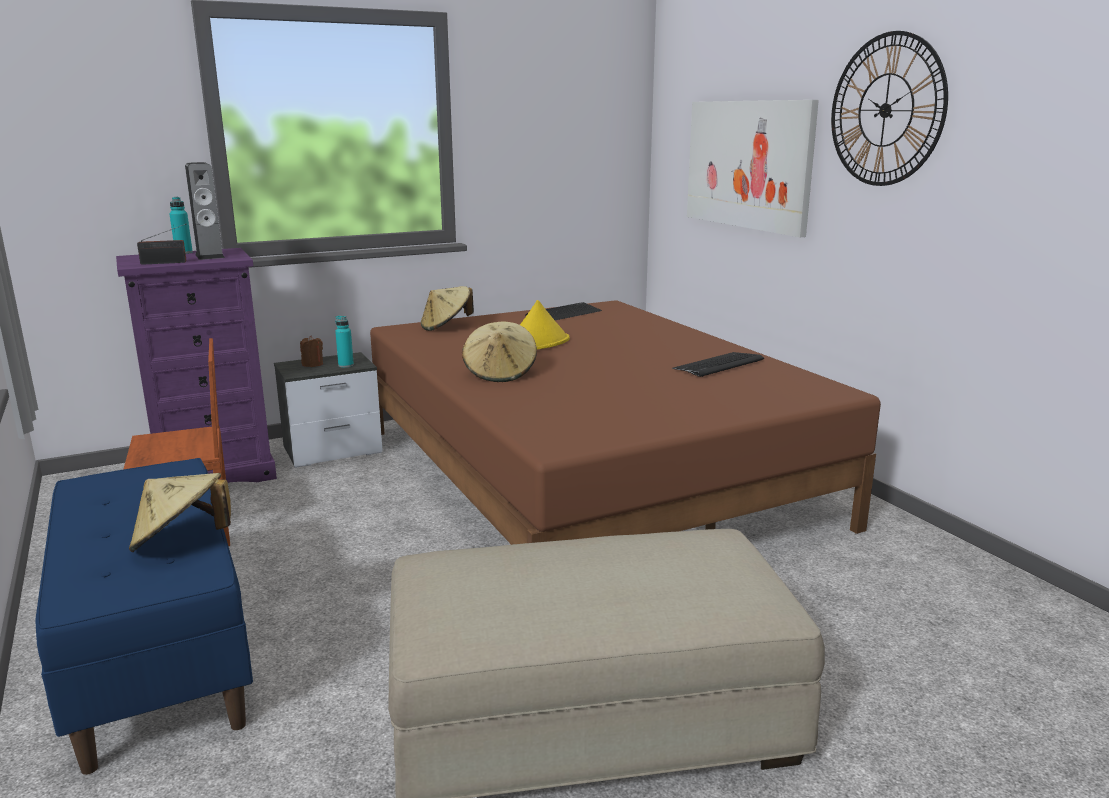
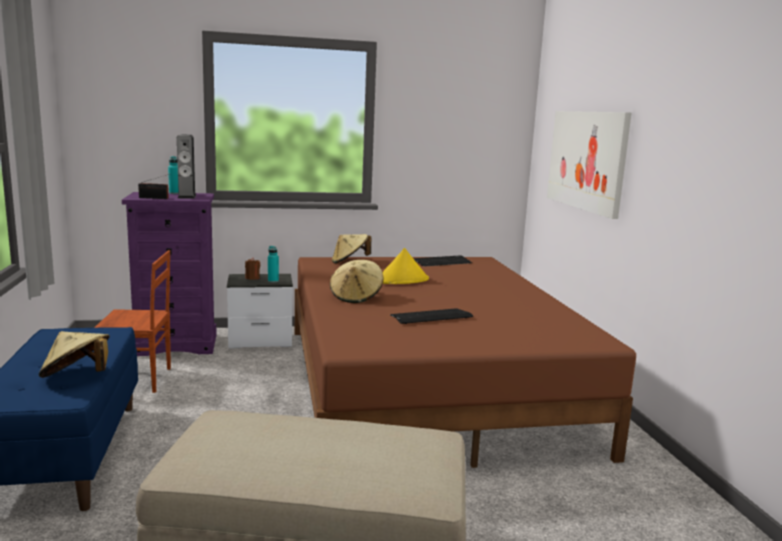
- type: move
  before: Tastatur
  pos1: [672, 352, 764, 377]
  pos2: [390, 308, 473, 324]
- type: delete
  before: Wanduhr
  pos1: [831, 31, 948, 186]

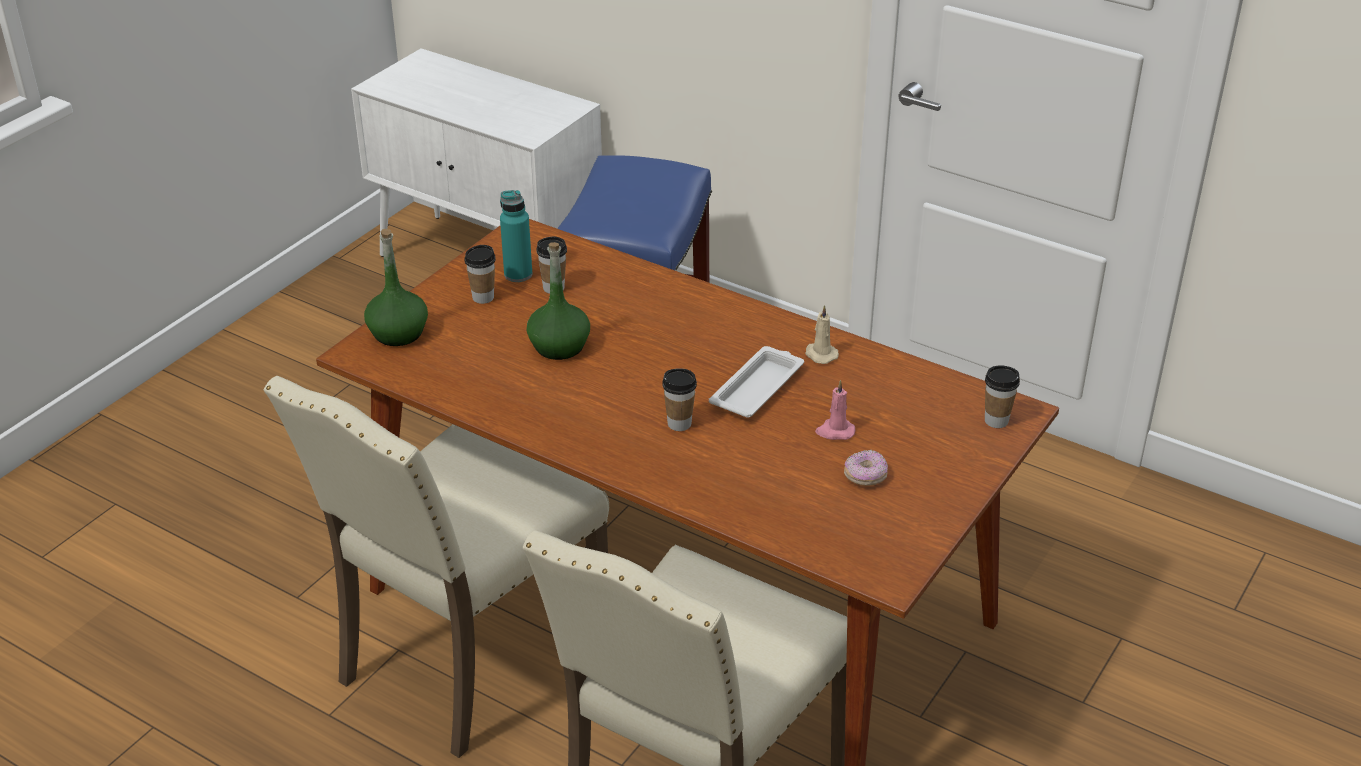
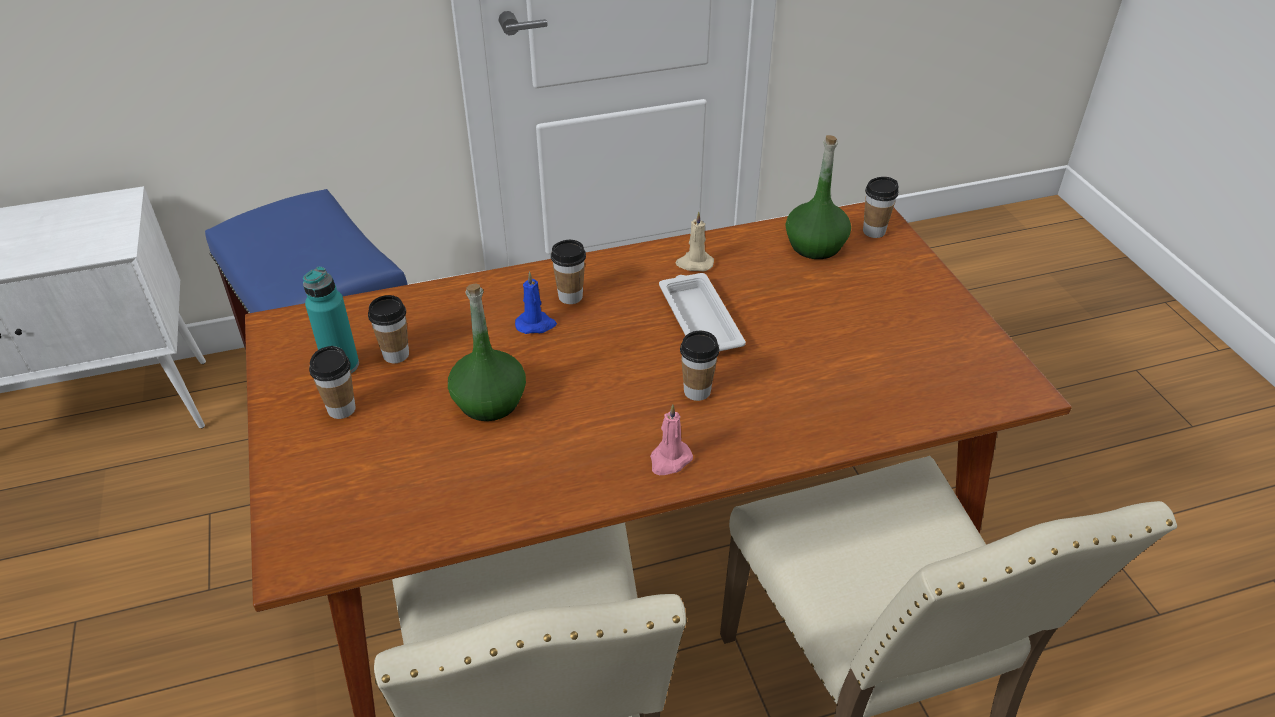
- type: insert
  after: Kerze/blau
  pos2: [515, 271, 557, 334]
- type: insert
  after: Tasse
  pos2: [551, 240, 586, 304]
- type: move
  before: Kerze/rosa
  pos1: [815, 380, 855, 440]
  pos2: [650, 404, 693, 475]
- type: move
  before: Flasche/grün
  pos1: [364, 229, 428, 346]
  pos2: [786, 135, 851, 259]
- type: delete
  before: Donut
  pos1: [844, 450, 888, 486]

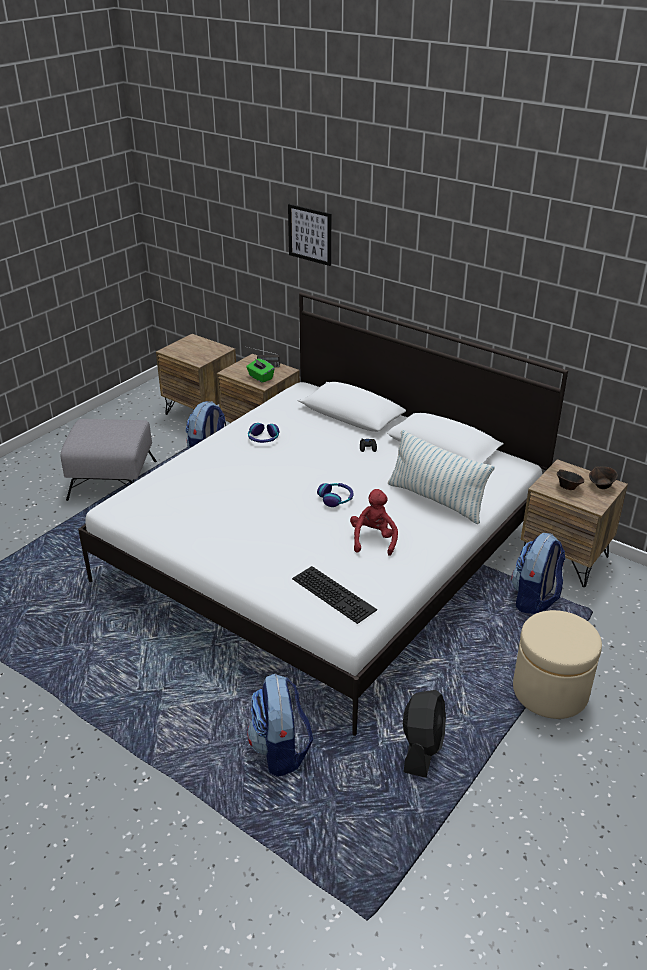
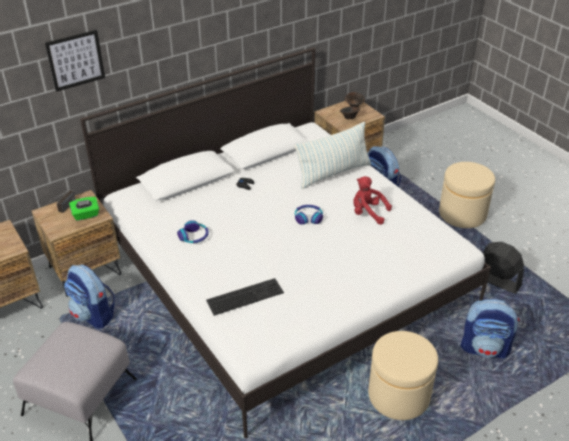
- type: move
  before: Tastatur
  pos1: [292, 566, 377, 624]
  pos2: [206, 278, 284, 316]
- type: insert
  after: Polsterhocker/beige
  pos2: [368, 331, 438, 420]

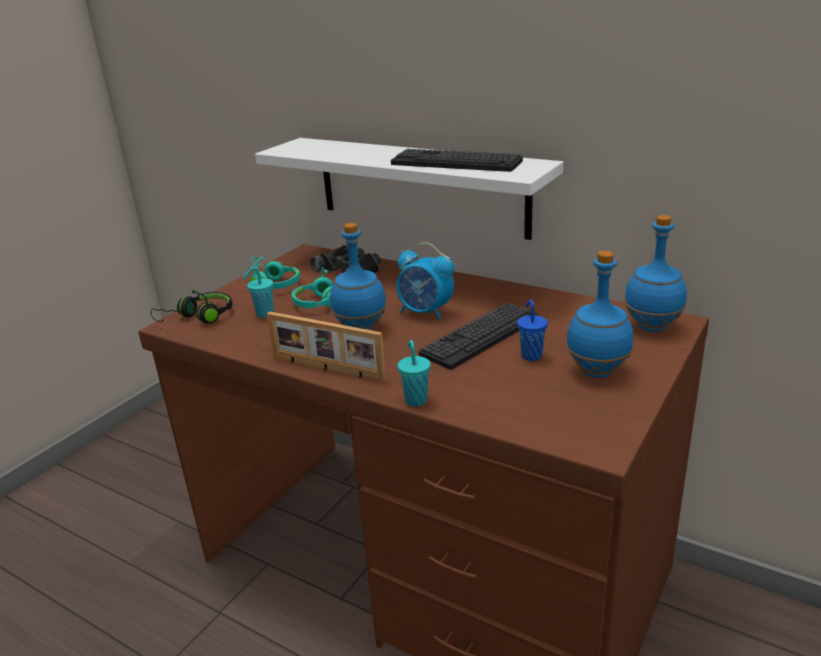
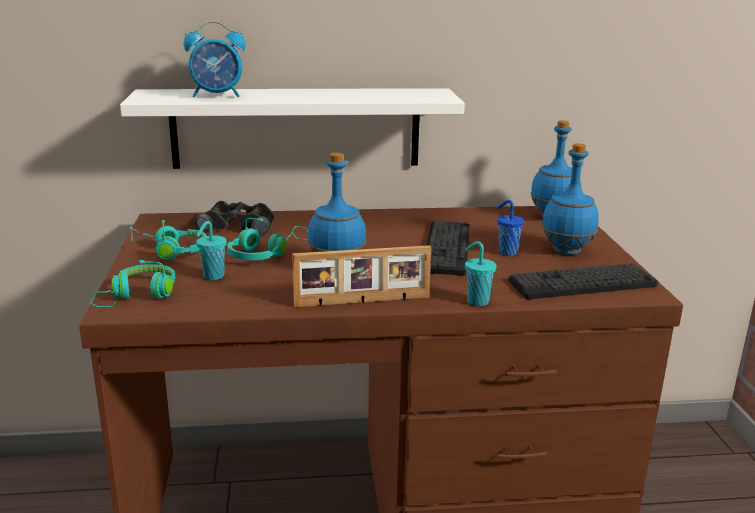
- type: recolor
  before: Kopfhörer/schwarz
  after: Kopfhörer/türkis
  pos1: [151, 290, 233, 324]
  pos2: [91, 260, 176, 307]
- type: move
  before: Wecker
  pos1: [396, 242, 454, 320]
  pos2: [183, 21, 246, 98]
- type: move
  before: Tastatur
  pos1: [391, 149, 523, 172]
  pos2: [508, 263, 658, 299]

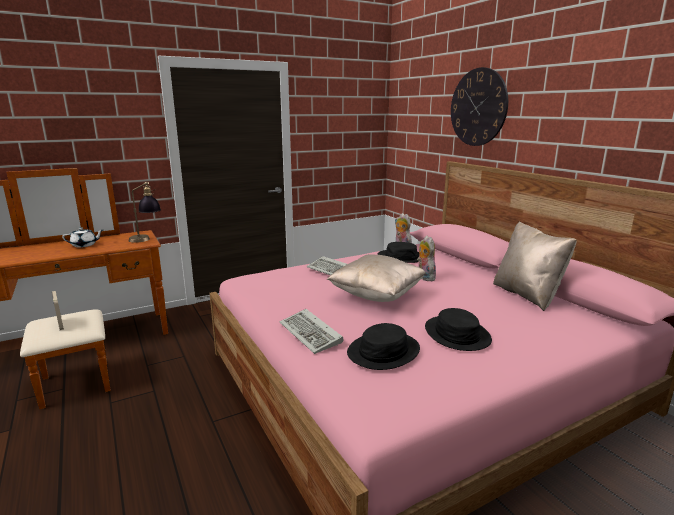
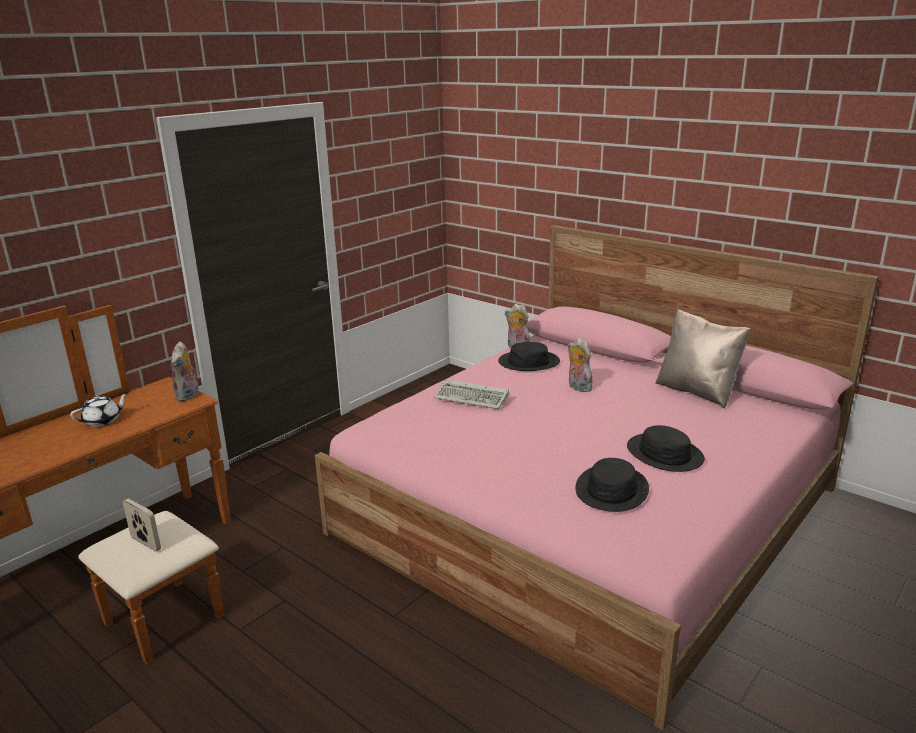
- type: replace
  before: Tischlampe
  after: Plüschtier
  pos1: [129, 182, 161, 243]
  pos2: [170, 341, 198, 401]
- type: delete
  before: Tastatur
  pos1: [280, 309, 343, 354]
- type: delete
  before: Kissen/beige
  pos1: [327, 254, 426, 302]
- type: delete
  before: Wanduhr
  pos1: [451, 67, 508, 146]

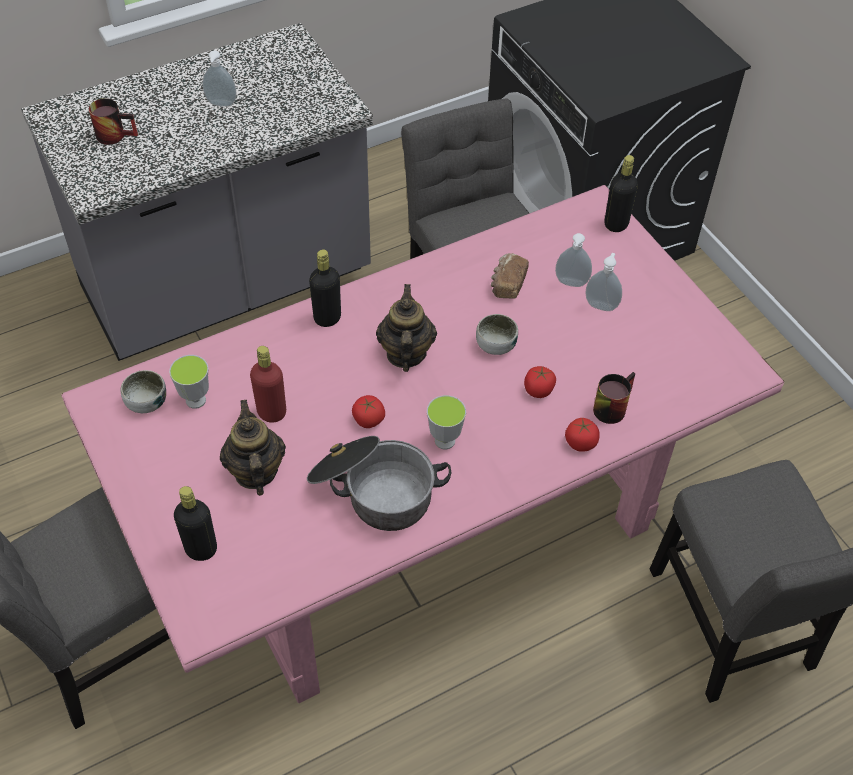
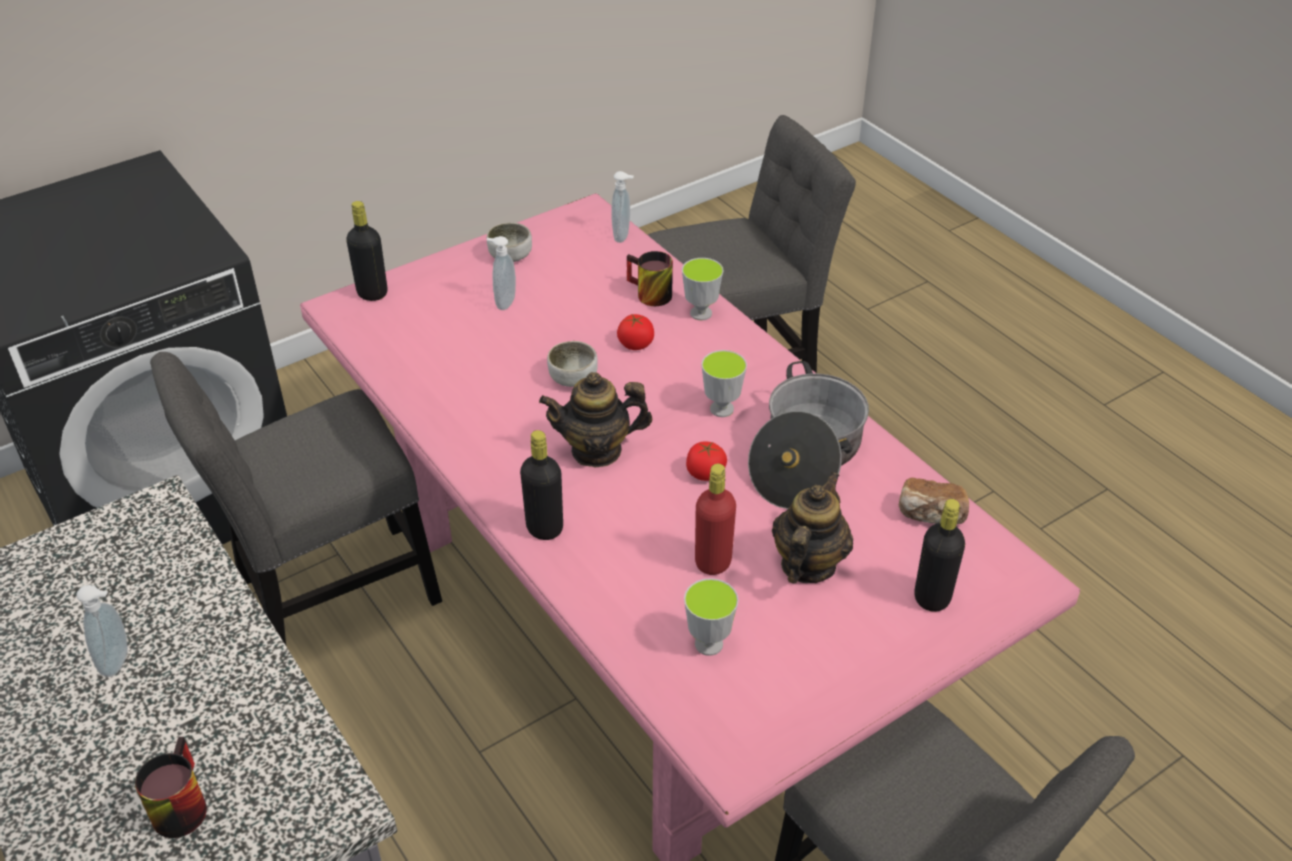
- type: move
  before: Schüssel
  pos1: [121, 370, 166, 413]
  pos2: [487, 223, 532, 262]
- type: move
  before: Seifenspender
  pos1: [555, 233, 592, 287]
  pos2: [612, 171, 634, 243]
- type: replace
  before: Tomate
  after: Tasse
  pos1: [565, 418, 600, 452]
  pos2: [682, 258, 724, 320]
- type: rotate
  before: Teekanne
  pos1: [220, 400, 286, 496]
  pos2: [772, 472, 853, 583]
  turn: 135
- type: move
  before: Brot
  pos1: [491, 253, 529, 298]
  pos2: [899, 478, 969, 524]

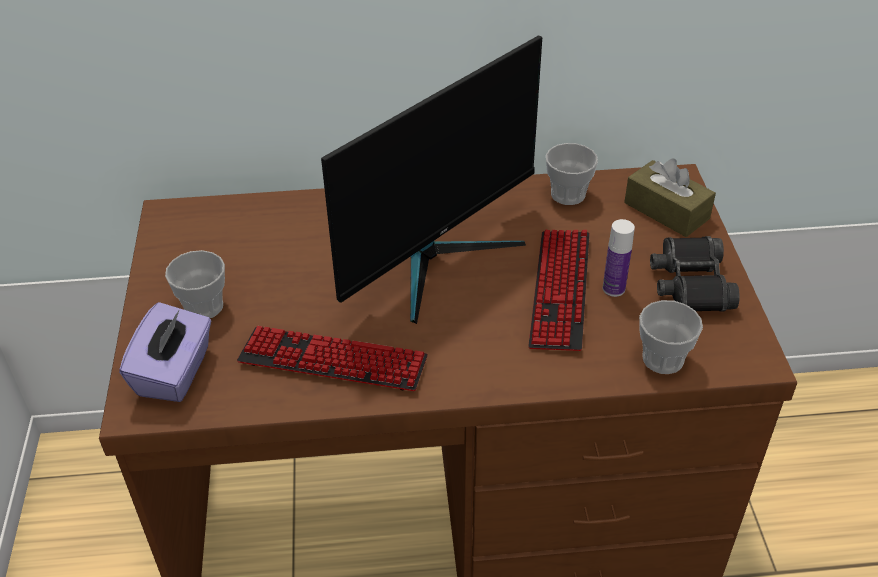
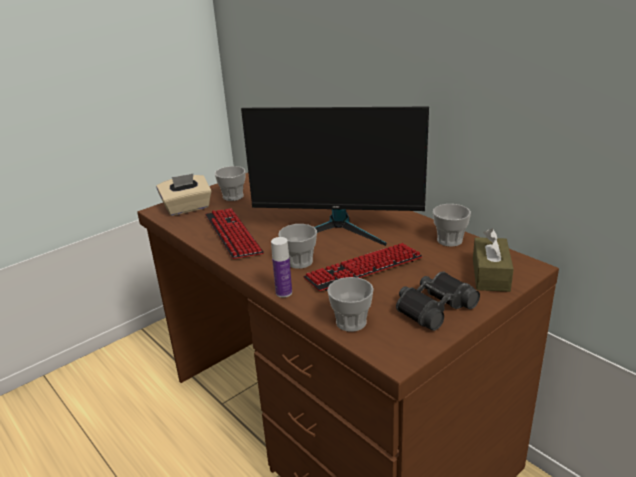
- type: recolor
  before: Taschentuchbox/lila
  after: Taschentuchbox/beige
  pos1: [119, 302, 211, 402]
  pos2: [156, 174, 212, 216]
- type: move
  before: Flasche
  pos1: [603, 219, 635, 297]
  pos2: [271, 237, 292, 298]
- type: insert
  after: Tasse
  pos2: [278, 224, 317, 269]

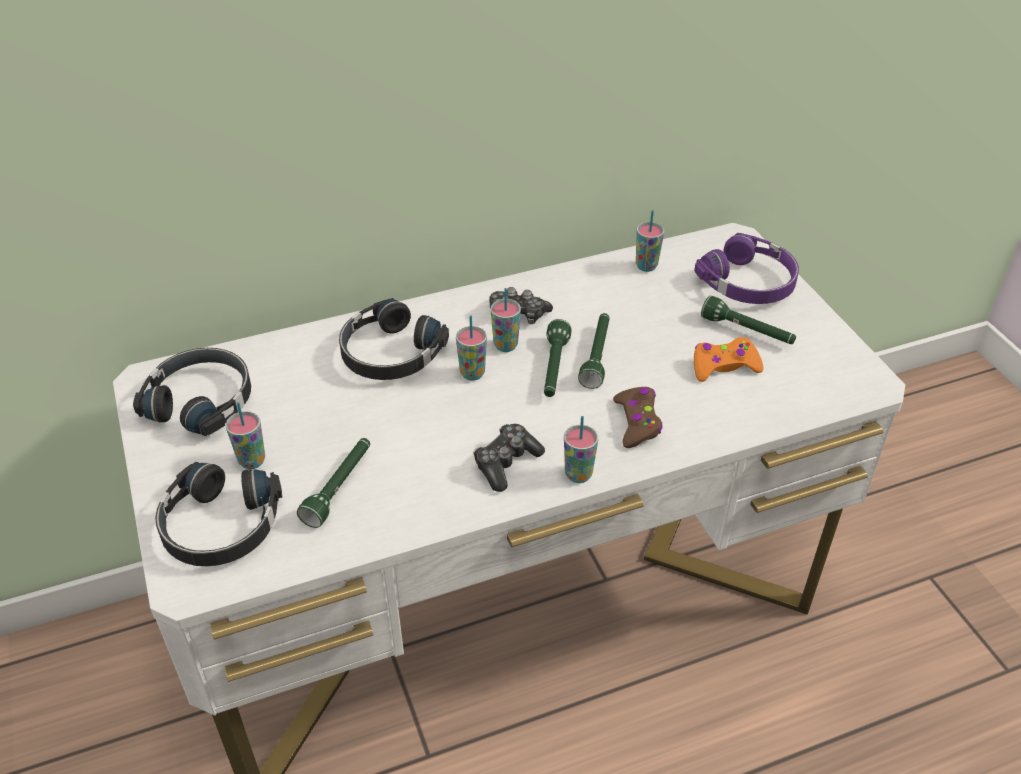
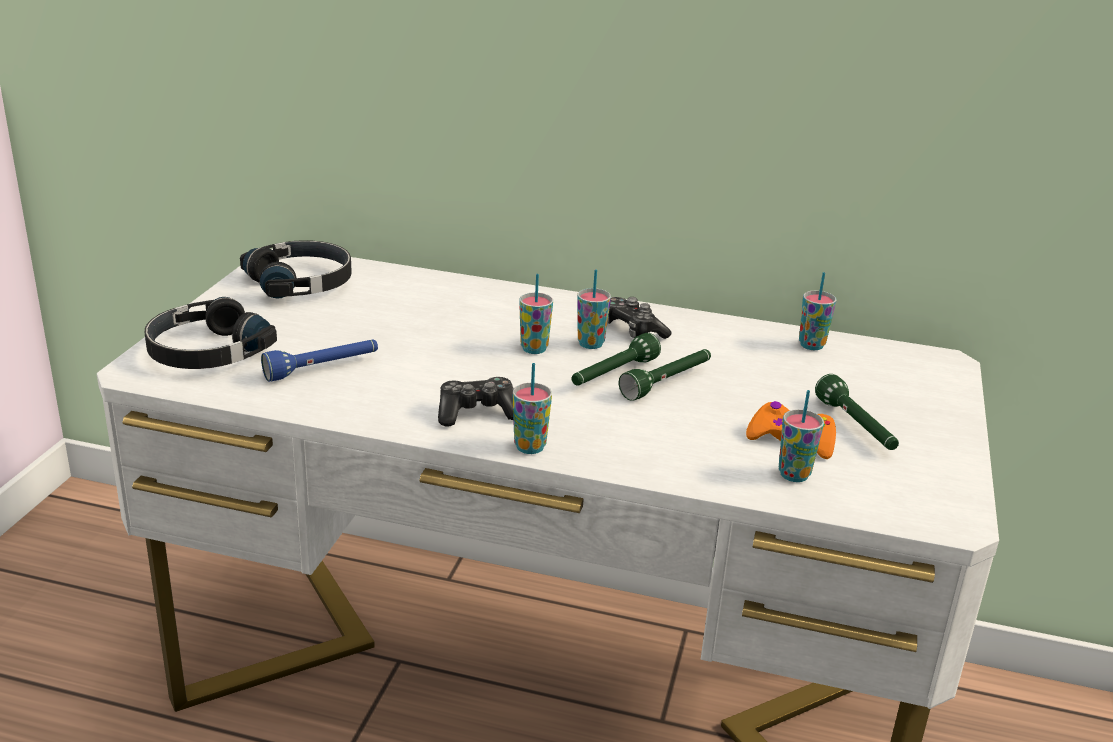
- type: recolor
  before: Taschenlampe/grün
  after: Taschenlampe/blau
  pos1: [297, 438, 370, 528]
  pos2: [261, 340, 378, 382]
- type: move
  before: Tasse
  pos1: [226, 402, 265, 469]
  pos2: [779, 390, 824, 482]
- type: delete
  before: Kopfhörer/schwarz
  pos1: [339, 298, 449, 380]
- type: delete
  before: Gamepad/braun
  pos1: [613, 387, 663, 448]
- type: delete
  before: Kopfhörer/lila
  pos1: [694, 233, 799, 304]

